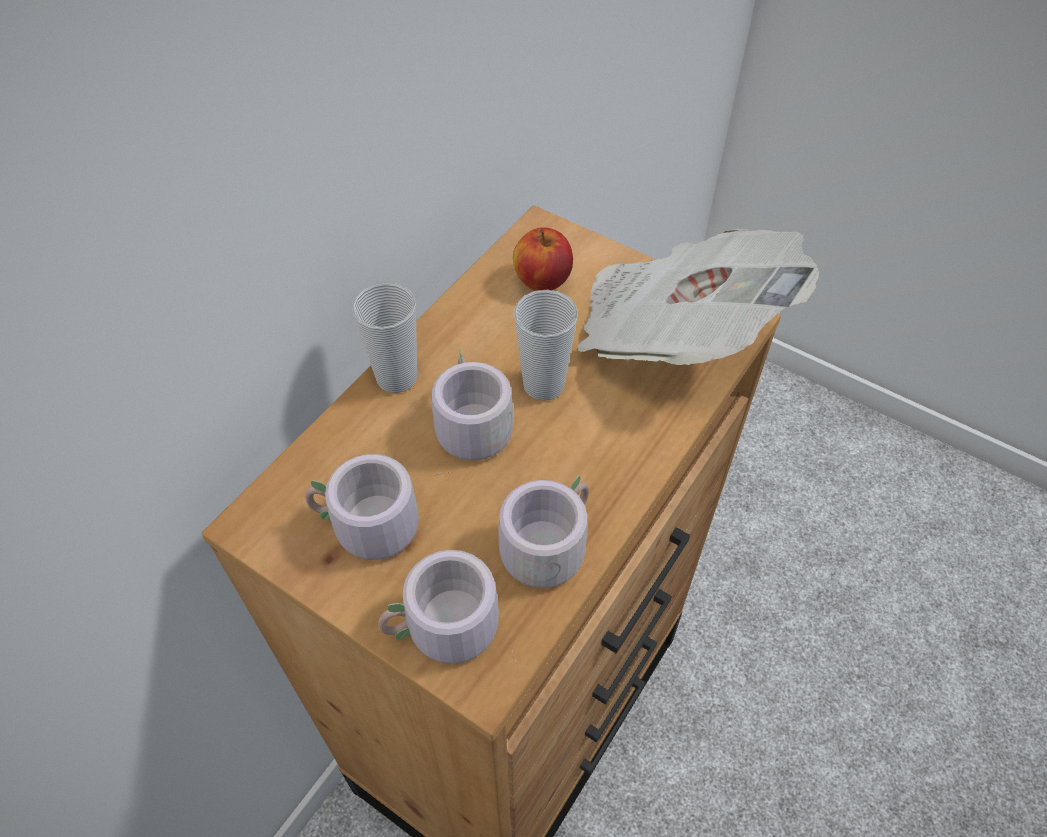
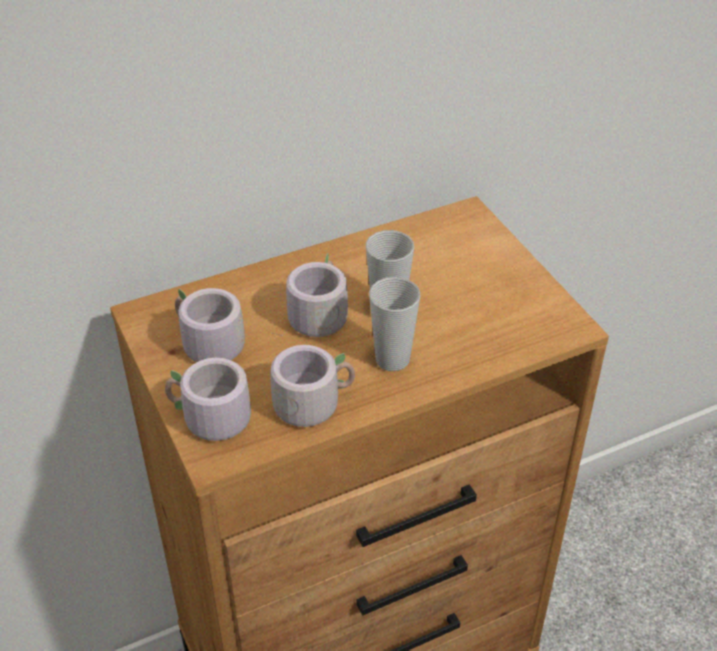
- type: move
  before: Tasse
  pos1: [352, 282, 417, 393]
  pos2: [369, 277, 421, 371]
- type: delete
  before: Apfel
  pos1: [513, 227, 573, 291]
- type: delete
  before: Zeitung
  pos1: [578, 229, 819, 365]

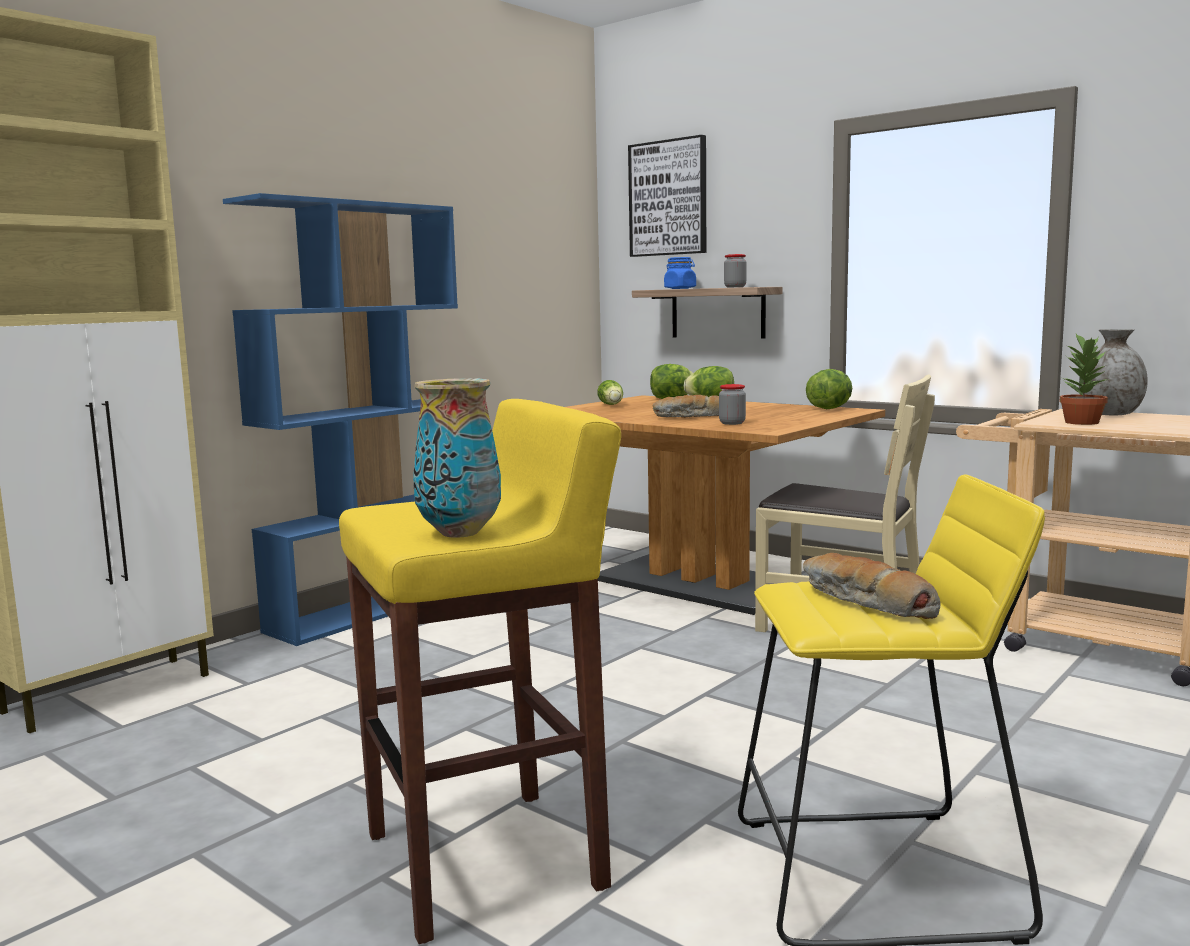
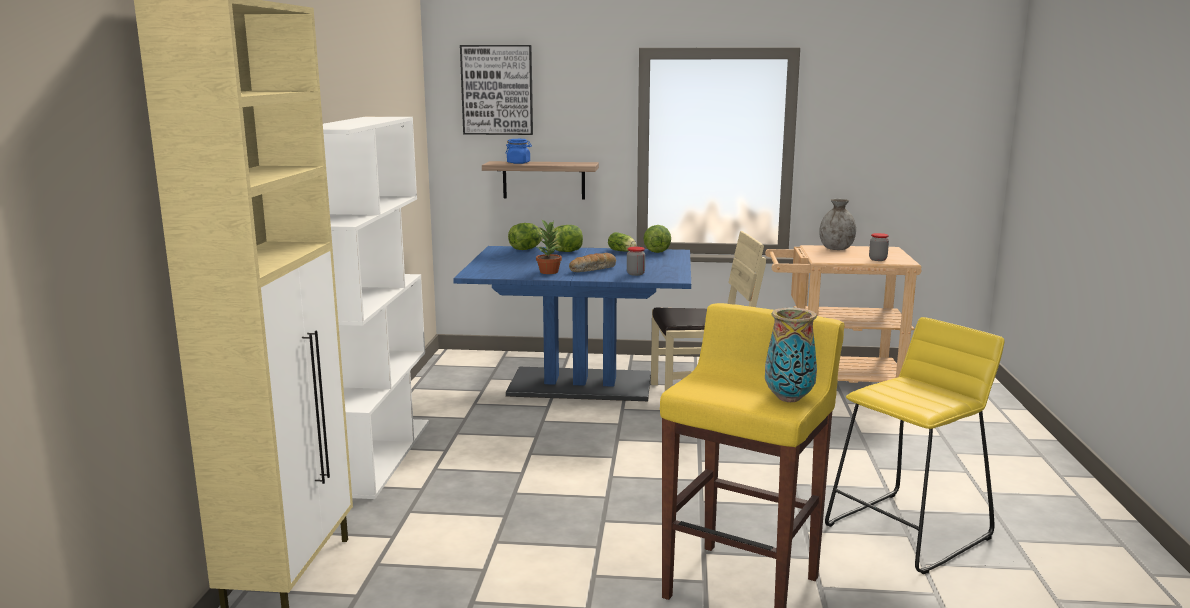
- type: recolor
  before: Bücherregal/blau
  after: Bücherregal/weiß
  pos1: [223, 193, 458, 646]
  pos2: [323, 117, 429, 499]
- type: recolor
  before: Esstisch/braun
  after: Esstisch/blau
  pos1: [566, 395, 885, 615]
  pos2: [453, 246, 691, 401]
- type: move
  before: Topfpflanze
  pos1: [1059, 334, 1109, 425]
  pos2: [536, 220, 562, 274]
- type: move
  before: Salatkopf
  pos1: [597, 380, 623, 405]
  pos2: [608, 232, 637, 252]
- type: move
  before: Vorratsglas
  pos1: [724, 254, 747, 288]
  pos2: [869, 233, 889, 261]
- type: delete
  before: Brot
  pos1: [803, 553, 941, 619]

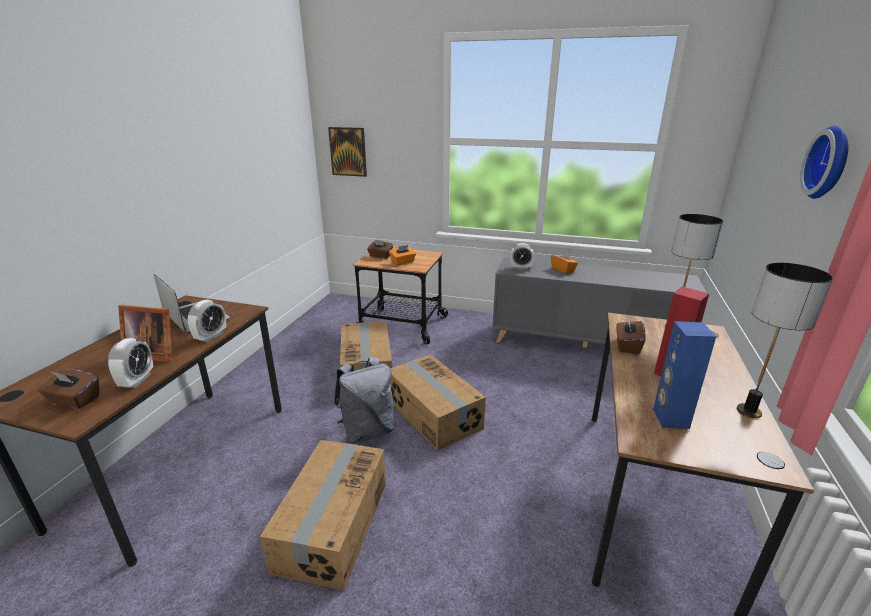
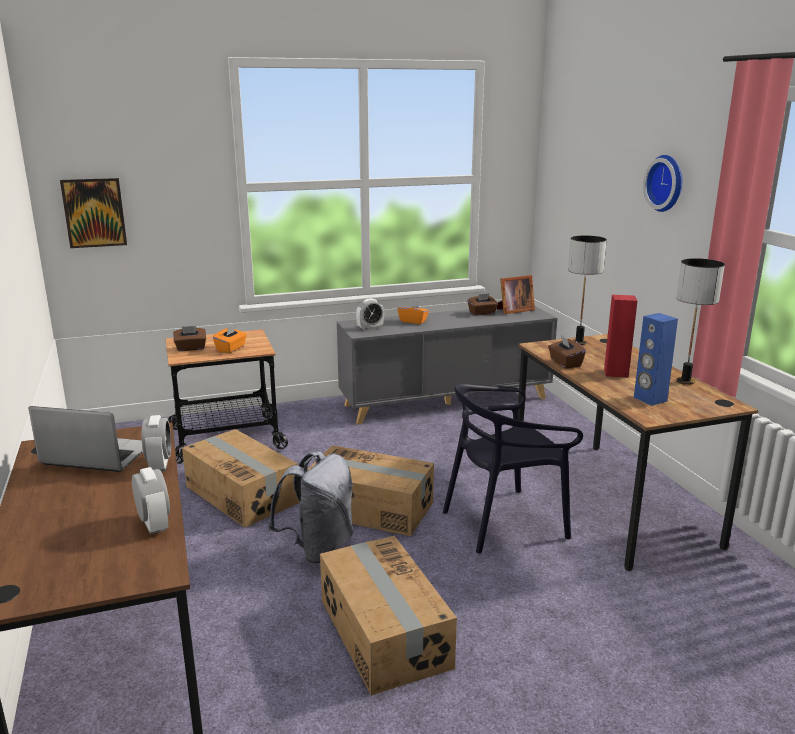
- type: insert
  after: Stuhl/schwarz
  pos2: [443, 384, 583, 553]
- type: move
  before: Taschentuchbox/braun
  pos1: [38, 369, 99, 409]
  pos2: [467, 293, 498, 316]
- type: move
  before: Bilderrahmen
  pos1: [118, 305, 172, 362]
  pos2: [497, 275, 535, 314]

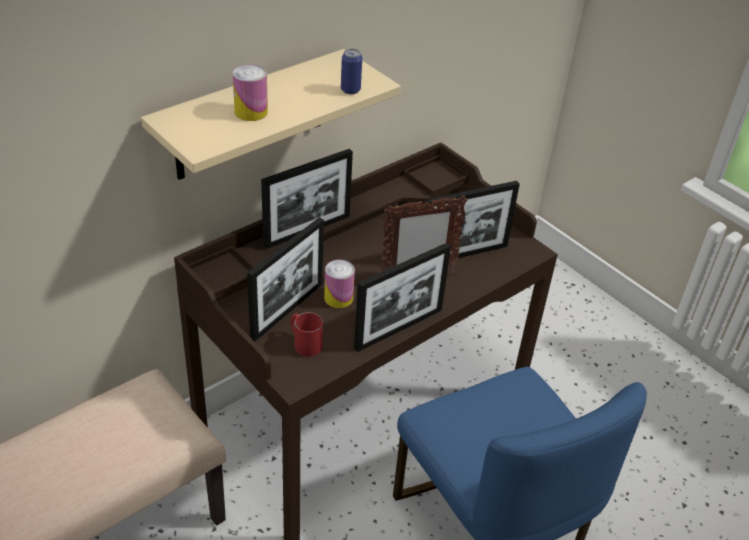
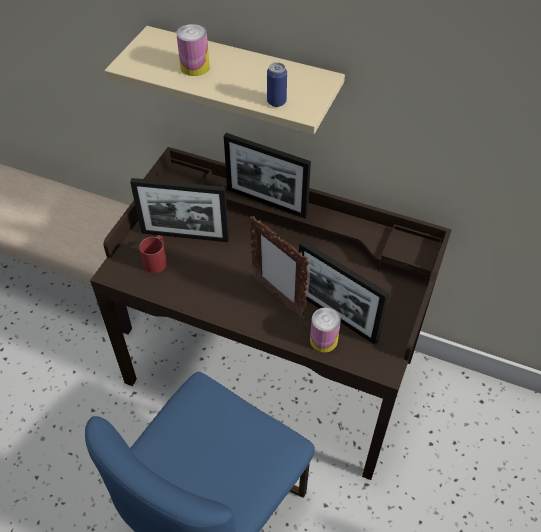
- type: move
  before: Dose
  pos1: [324, 260, 355, 308]
  pos2: [310, 308, 341, 352]
- type: delete
  before: Bilderrahmen
  pos1: [354, 243, 451, 352]

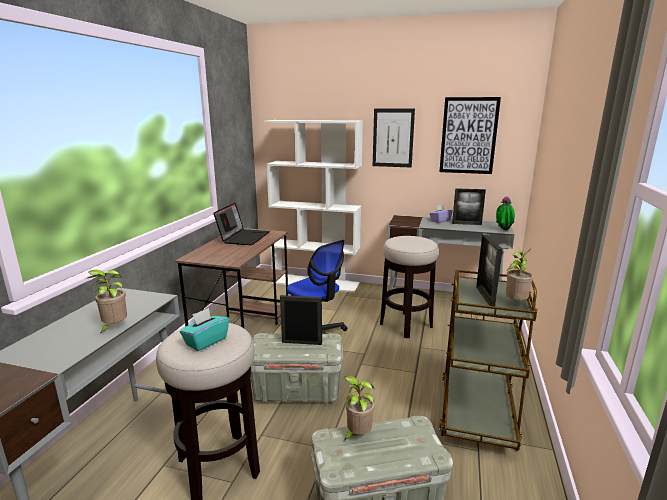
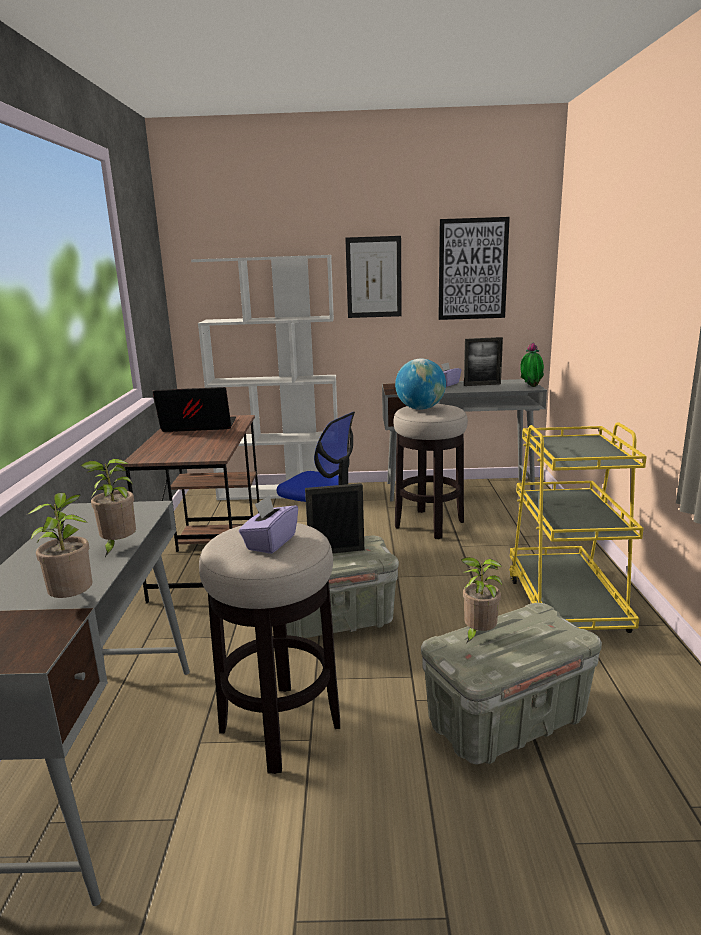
- type: move
  before: Topfpflanze
  pos1: [506, 247, 534, 300]
  pos2: [28, 492, 92, 598]
- type: rotate
  before: Laptop
  pos1: [213, 203, 270, 245]
  pos2: [153, 387, 236, 432]
  turn: -90
- type: recolor
  before: Taschentuchbox/türkis
  after: Taschentuchbox/lila
  pos1: [180, 308, 229, 351]
  pos2: [239, 495, 298, 554]
- type: insert
  after: Globus
  pos2: [395, 359, 446, 410]
- type: recolor
  before: Rollwagen/braun
  after: Rollwagen/gelb
  pos1: [439, 270, 538, 450]
  pos2: [509, 422, 647, 633]
- type: delete
  before: Bilderrahmen
  pos1: [476, 234, 503, 306]

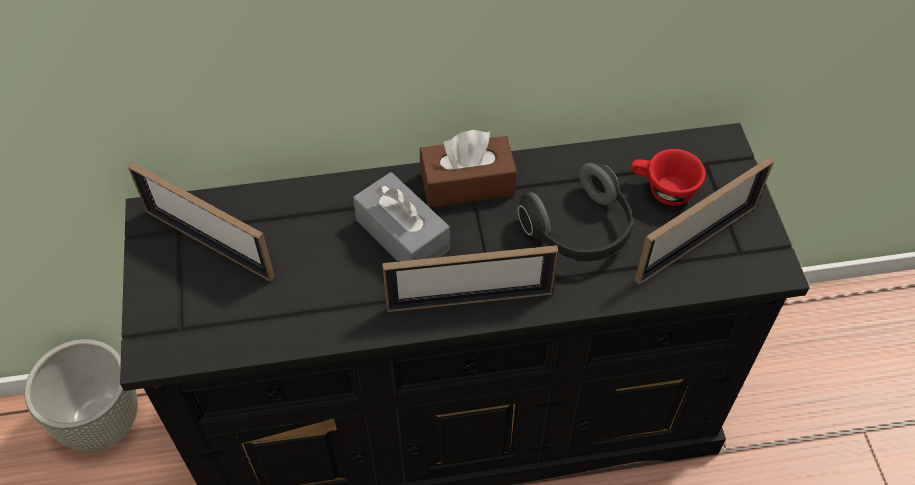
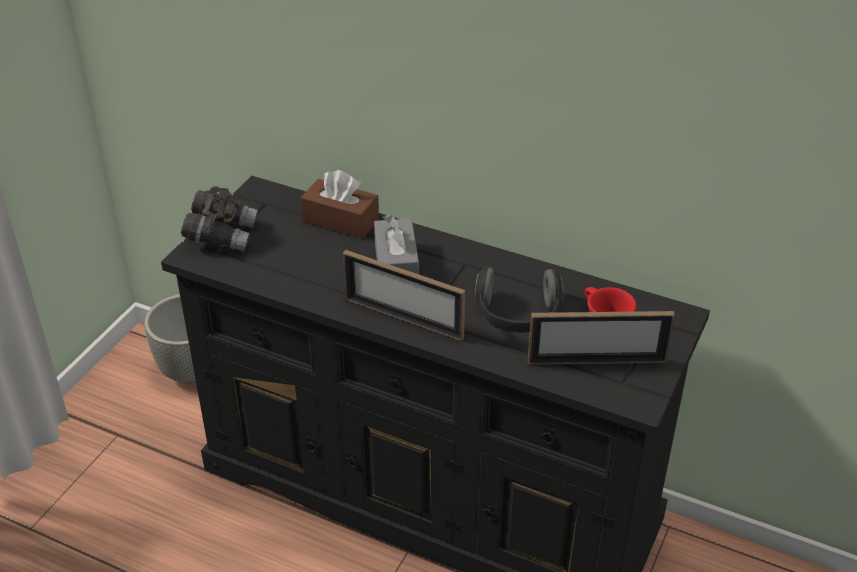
- type: insert
  after: Fernglas/grau
  pos2: [181, 186, 258, 252]
- type: move
  before: Taschentuchbox/braun
  pos1: [420, 130, 517, 207]
  pos2: [301, 170, 379, 239]
- type: delete
  before: Bilderrahmen
  pos1: [128, 162, 275, 282]

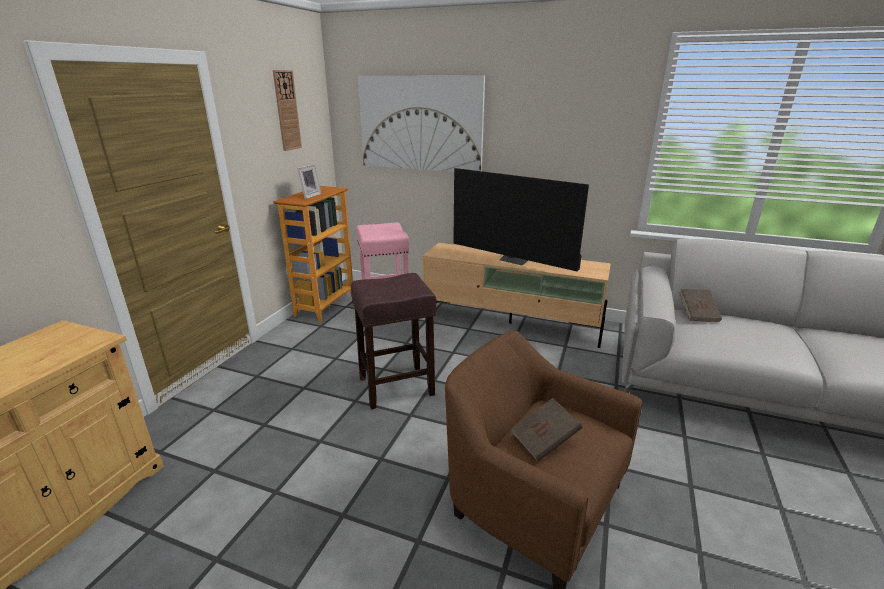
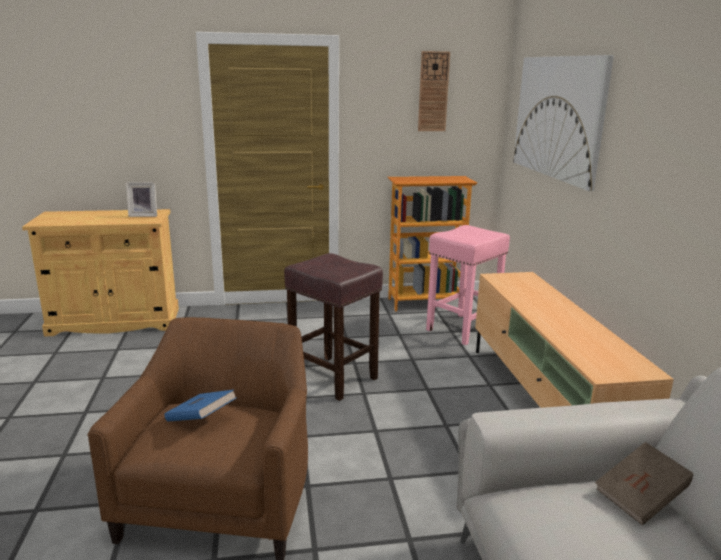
- type: move
  before: Bilderrahmen
  pos1: [297, 164, 322, 199]
  pos2: [126, 182, 157, 217]
- type: recolor
  before: Buch/braun
  after: Buch/blau
  pos1: [511, 398, 582, 462]
  pos2: [164, 390, 237, 422]
- type: delete
  before: Fernseher
  pos1: [453, 168, 589, 271]

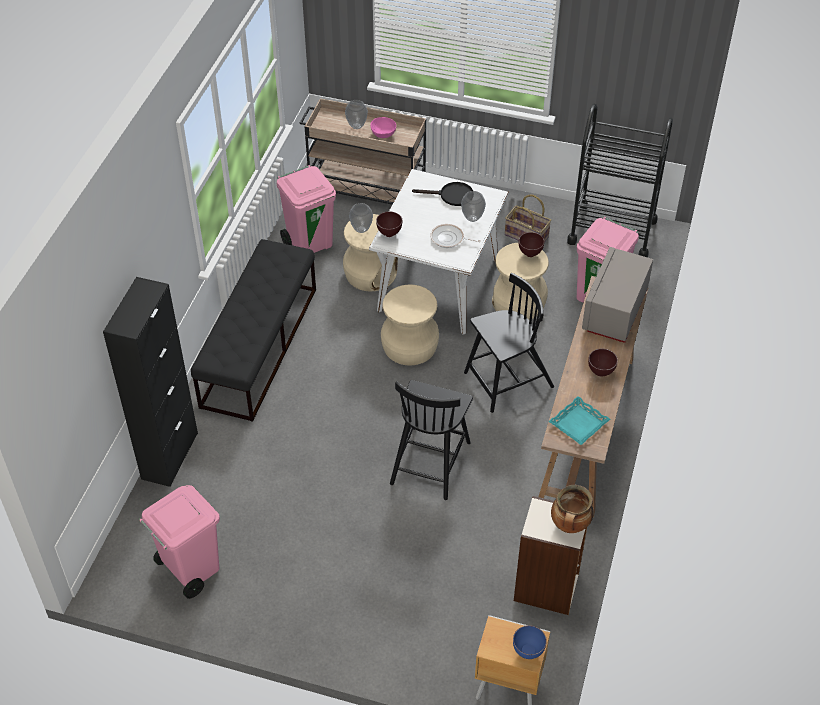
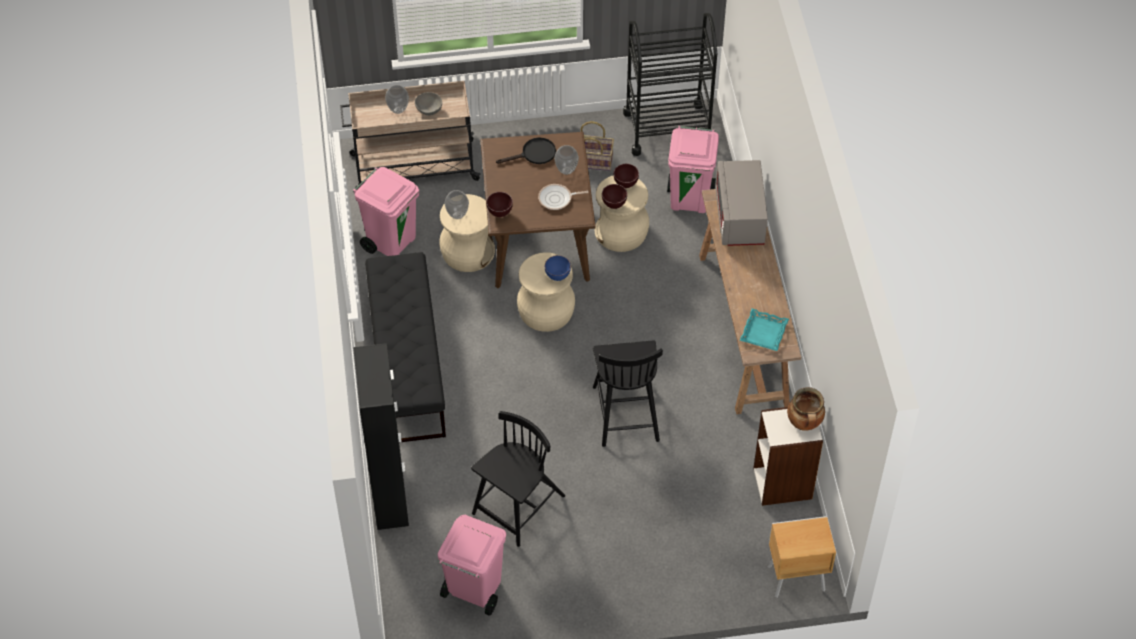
- type: recolor
  before: Schüssel/rosa
  after: Schüssel/grau
  pos1: [370, 117, 396, 138]
  pos2: [415, 92, 442, 116]
- type: move
  before: Stuhl/schwarz
  pos1: [464, 273, 554, 413]
  pos2: [471, 411, 565, 547]
- type: recolor
  before: Esstisch/weiß
  after: Esstisch/braun
  pos1: [369, 169, 509, 335]
  pos2: [480, 132, 596, 288]
- type: move
  before: Schüssel/blau
  pos1: [513, 625, 547, 659]
  pos2: [545, 255, 571, 281]
- type: move
  before: Schüssel/braun
  pos1: [588, 349, 618, 377]
  pos2: [602, 184, 627, 209]

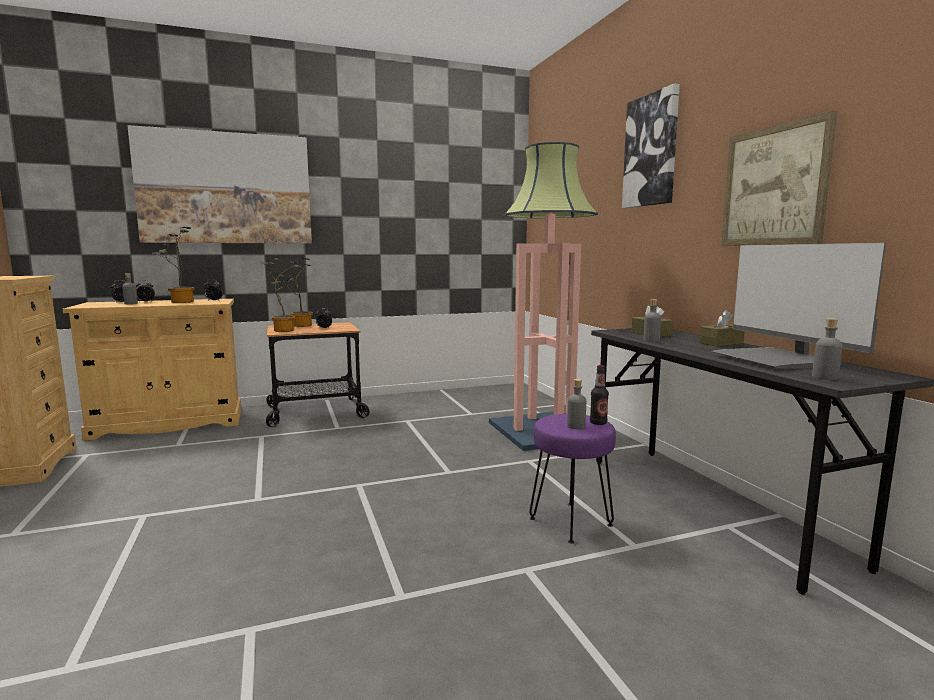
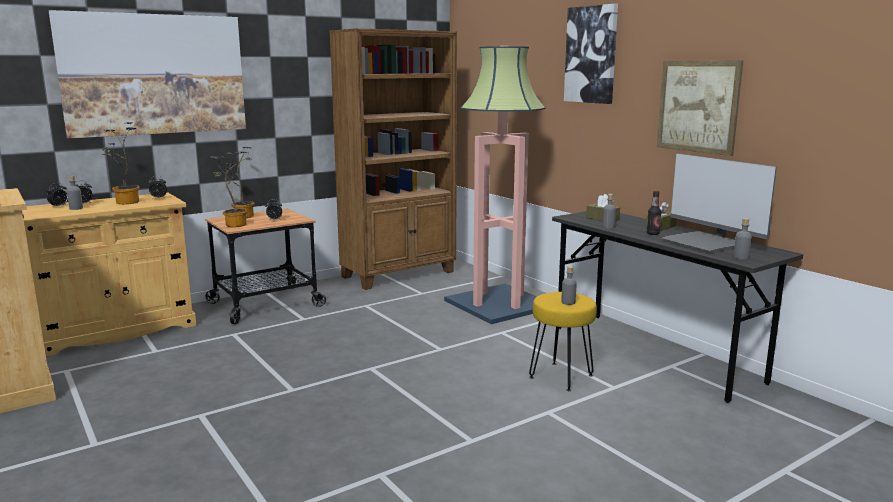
- type: insert
  after: Bücherregal/braun
  pos2: [329, 28, 457, 290]
- type: recolor
  before: Hocker/lila
  after: Hocker/gelb
  pos1: [529, 414, 616, 544]
  pos2: [529, 292, 597, 391]
- type: move
  before: Flasche
  pos1: [590, 365, 609, 425]
  pos2: [647, 191, 661, 235]

